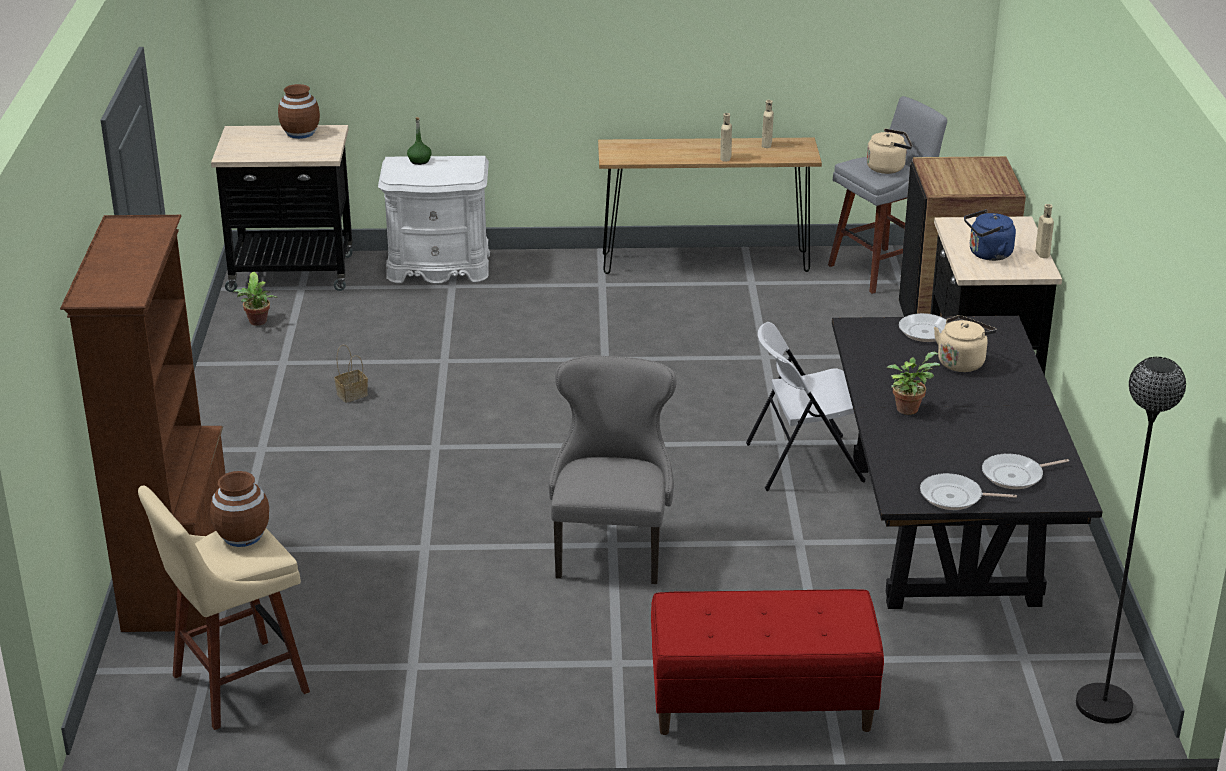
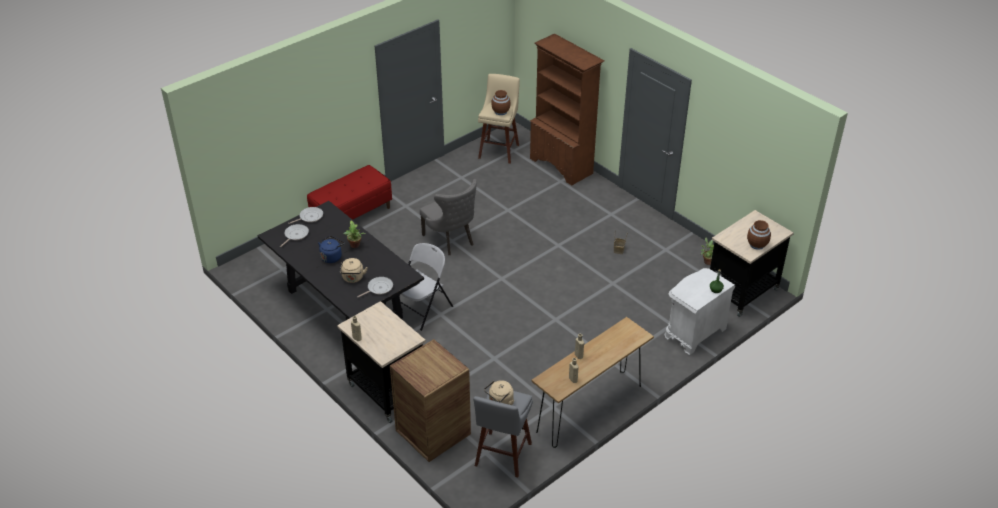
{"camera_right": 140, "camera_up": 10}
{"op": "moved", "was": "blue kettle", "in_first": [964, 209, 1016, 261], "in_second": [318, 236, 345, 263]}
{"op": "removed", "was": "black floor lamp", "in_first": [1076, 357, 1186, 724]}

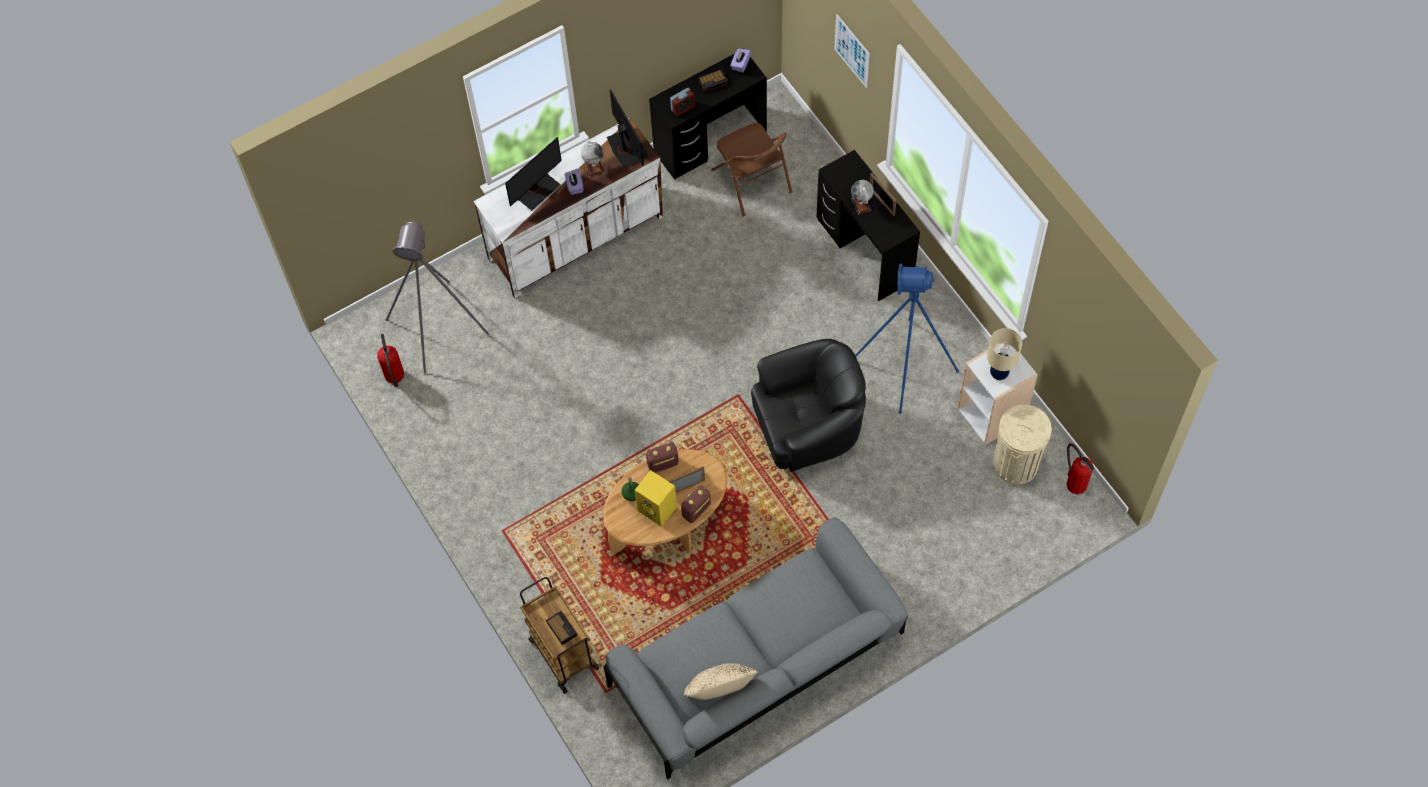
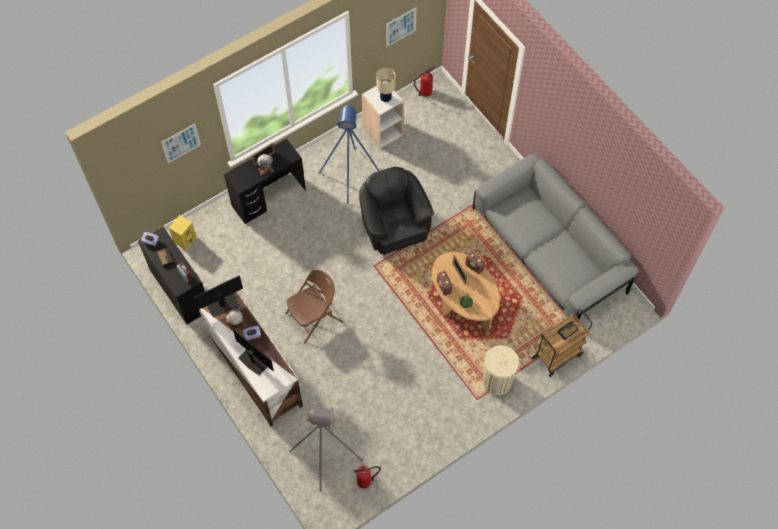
{"camera_right": -95, "camera_up": 0}
{"op": "moved", "was": "yellow speaker", "in_first": [635, 470, 677, 527], "in_second": [169, 215, 197, 250]}
{"op": "removed", "was": "beige pillow", "in_first": [684, 663, 758, 700]}
{"op": "moved", "was": "brown chair", "in_first": [711, 123, 793, 217], "in_second": [285, 269, 343, 344]}
{"op": "moved", "was": "beige trash can", "in_first": [994, 404, 1052, 485], "in_second": [482, 345, 519, 395]}
{"op": "added", "now": "picture", "in_second": [386, 8, 417, 47]}

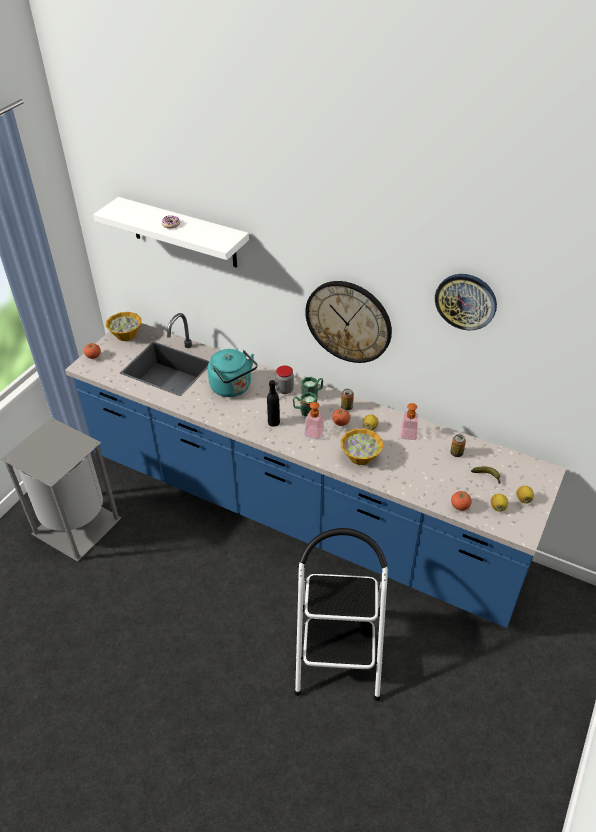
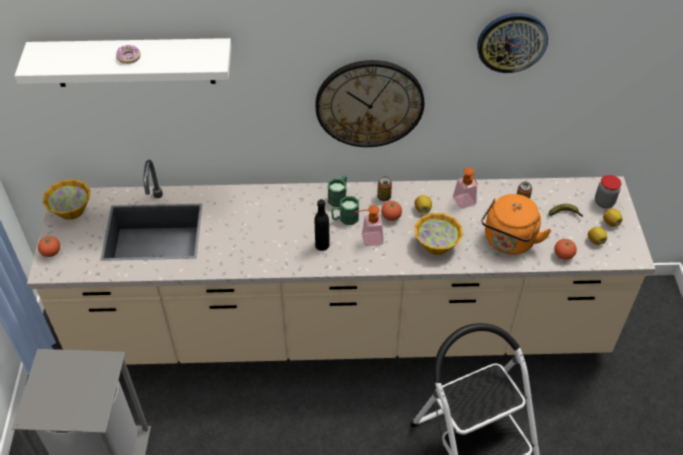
{"camera_right": -30, "camera_up": 5}
{"op": "recoloured", "was": "blue counter", "now": "beige counter", "in_first": [65, 313, 566, 628], "in_second": [27, 160, 655, 365]}
{"op": "removed", "was": "turquoise kettle", "in_first": [208, 349, 258, 397]}
{"op": "moved", "was": "jar", "in_first": [276, 365, 294, 394], "in_second": [595, 175, 621, 208]}
{"op": "added", "now": "orange kettle", "in_second": [481, 194, 552, 254]}

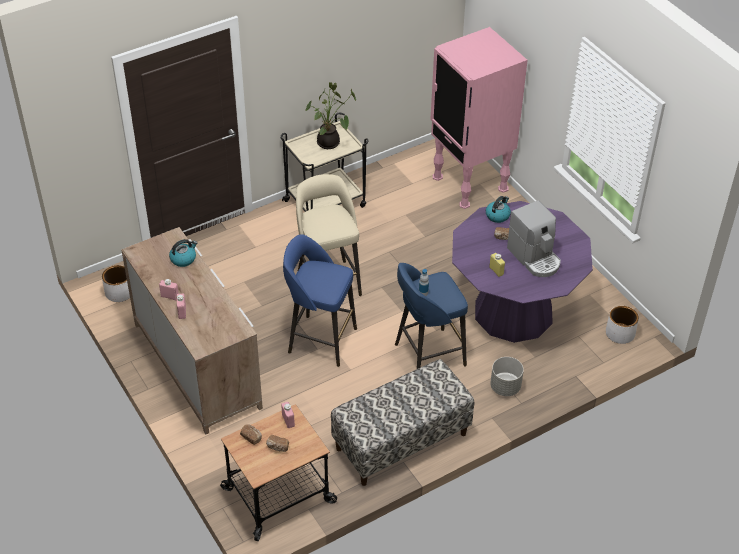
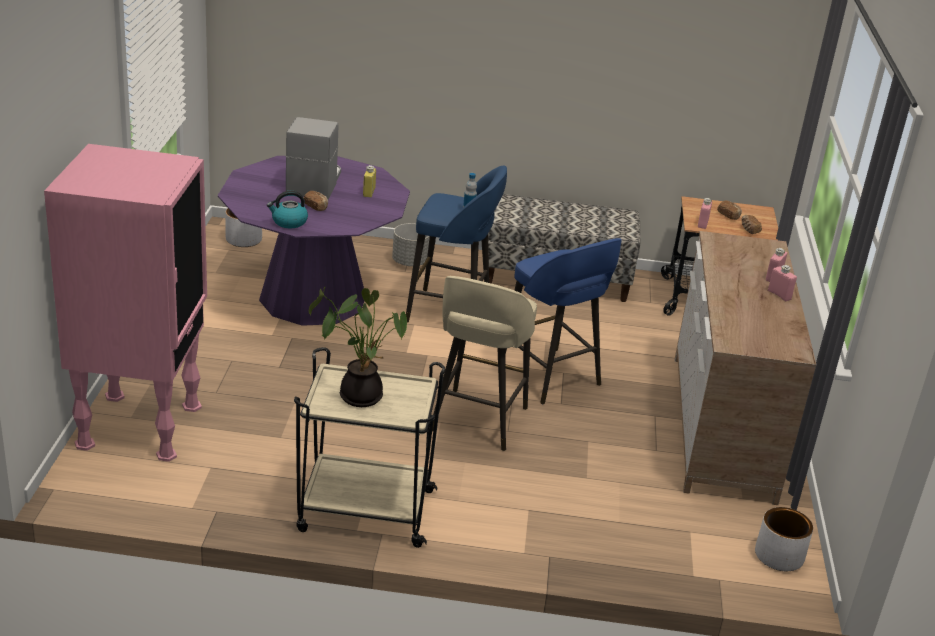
{"camera_right": -145, "camera_up": -15}
{"op": "removed", "was": "kettle", "in_first": [169, 239, 197, 267]}

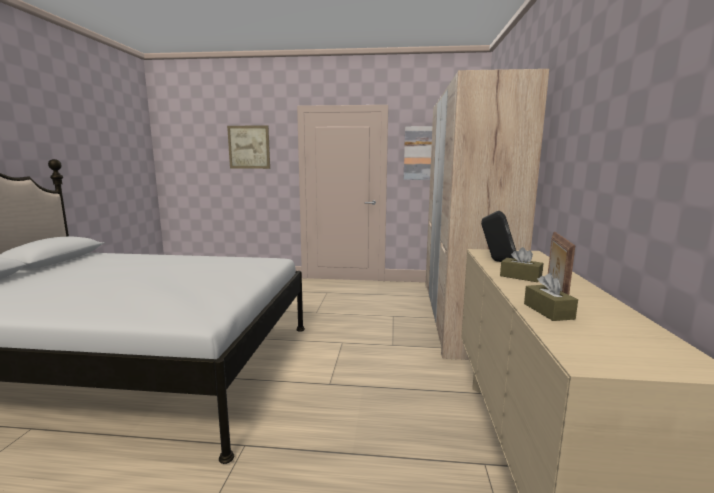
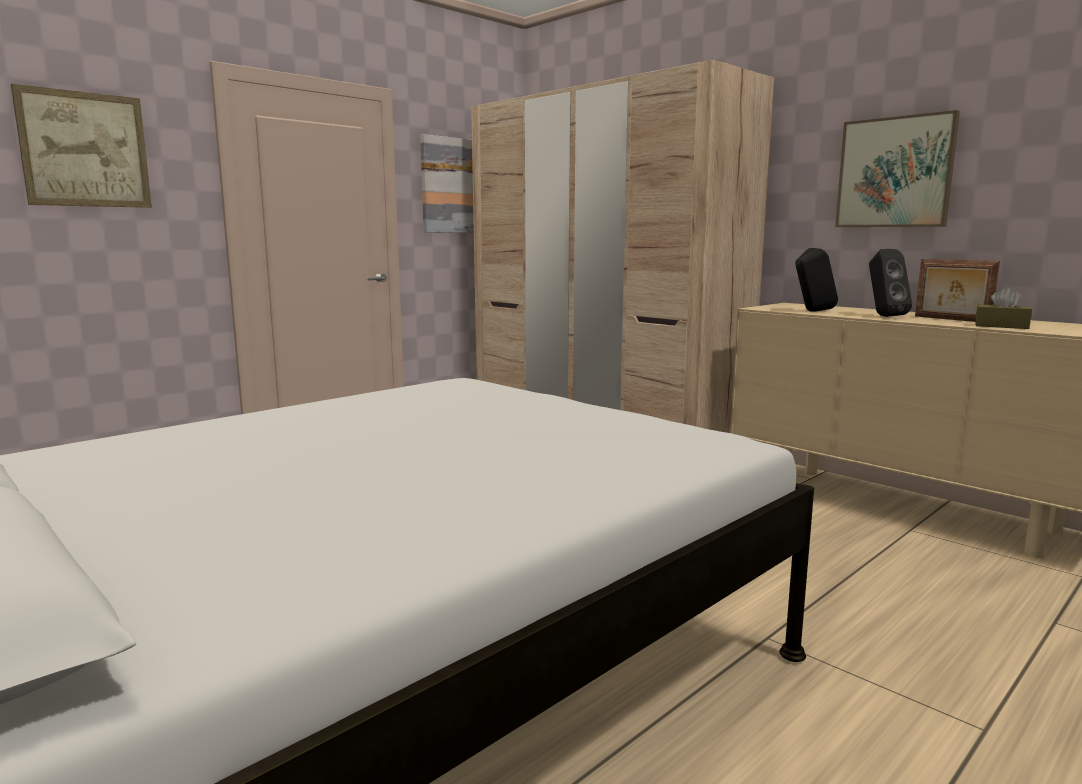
{"camera_right": -50, "camera_up": 0}
{"op": "replaced", "was": "brown tissue box", "now": "black speaker", "in_first": [500, 247, 543, 282], "in_second": [869, 249, 912, 317]}
{"op": "added", "now": "picture", "in_second": [835, 110, 960, 227]}

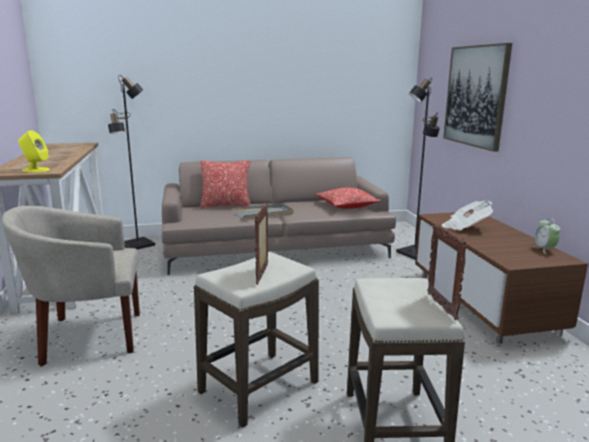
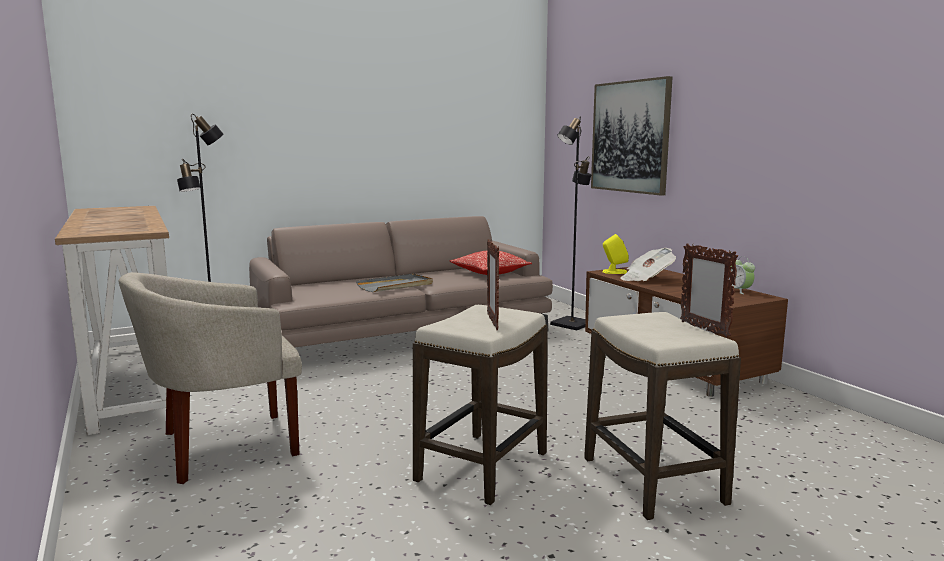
{"camera_right": -15, "camera_up": -5}
{"op": "moved", "was": "yellow speaker", "in_first": [18, 130, 50, 172], "in_second": [602, 234, 629, 274]}
{"op": "removed", "was": "pillow", "in_first": [200, 160, 251, 208]}

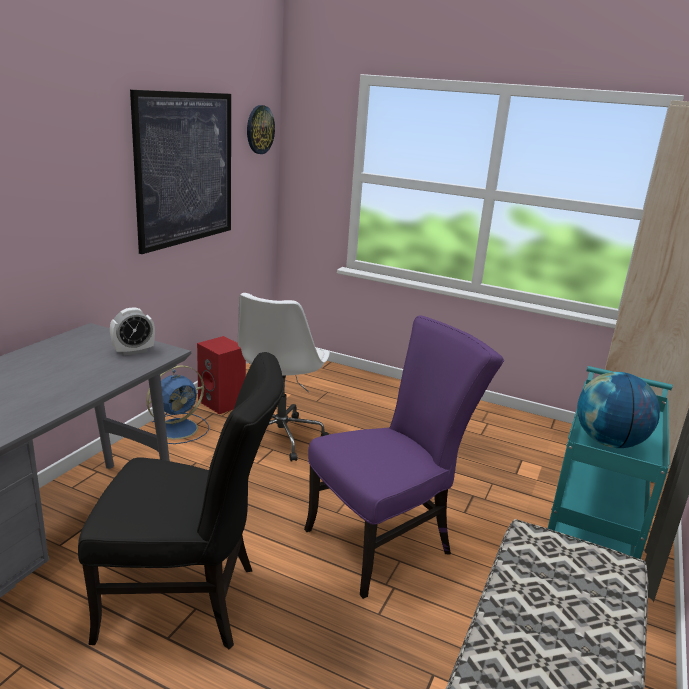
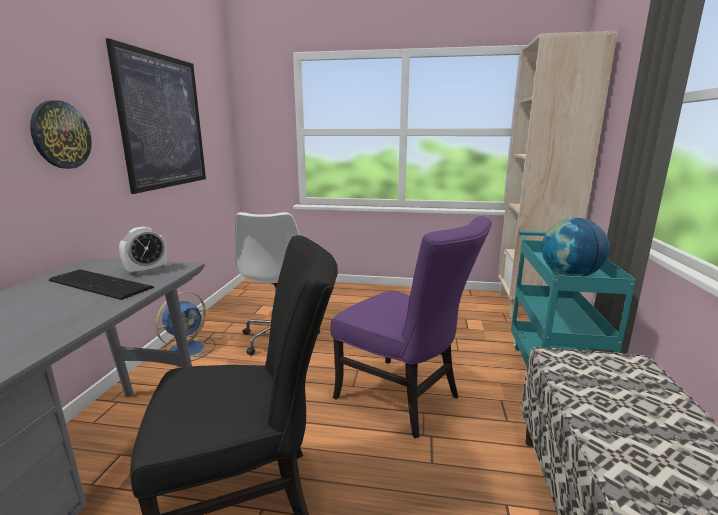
{"camera_right": -15, "camera_up": -5}
{"op": "removed", "was": "red speaker", "in_first": [197, 336, 246, 414]}
{"op": "moved", "was": "wall clock", "in_first": [247, 105, 275, 154], "in_second": [30, 100, 92, 169]}
{"op": "turned", "was": "purple chair", "in_first": [304, 315, 504, 599], "in_second": [330, 216, 492, 439], "clockwise": 90}
{"op": "added", "now": "keyboard", "in_second": [49, 269, 154, 300]}

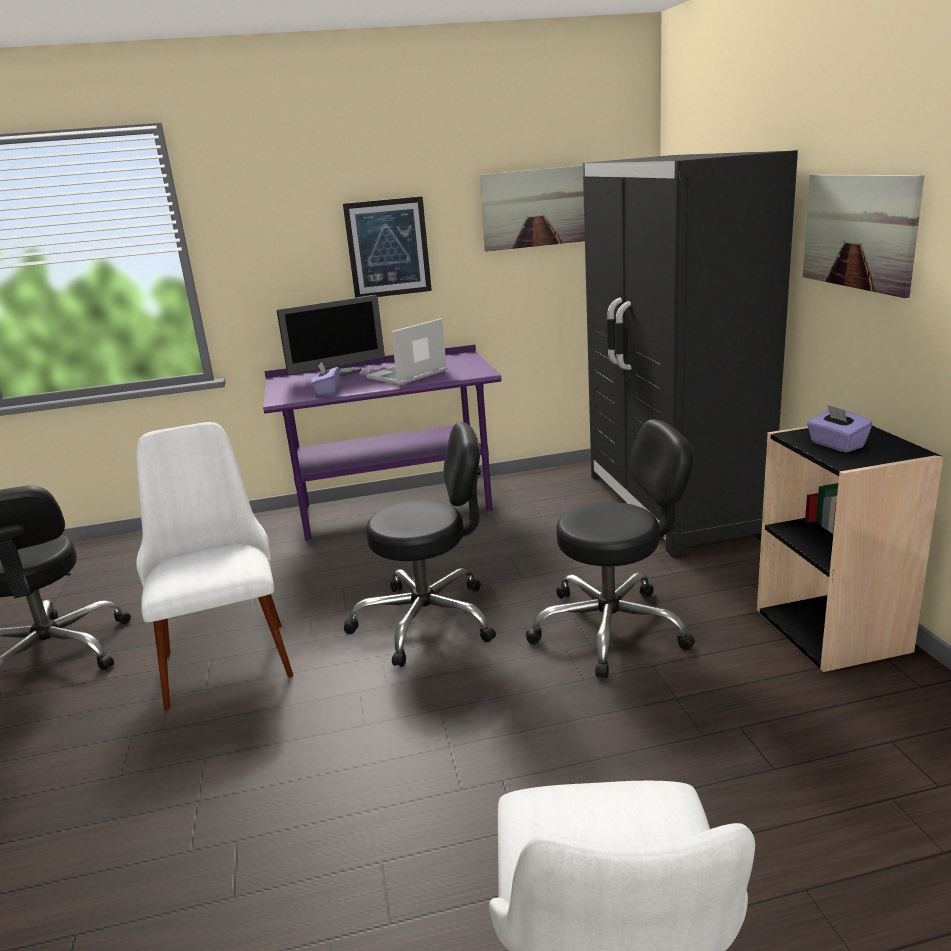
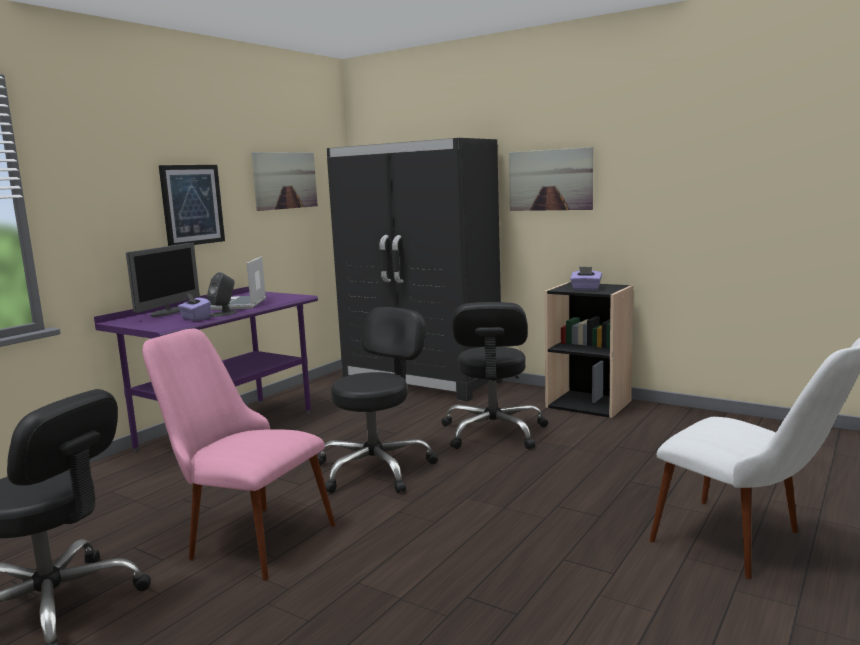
{"camera_right": -45, "camera_up": -10}
{"op": "recoloured", "was": "white chair", "now": "pink chair", "in_first": [136, 422, 294, 710], "in_second": [142, 329, 335, 581]}
{"op": "turned", "was": "black office chair", "in_first": [526, 419, 695, 678], "in_second": [441, 302, 548, 449], "clockwise": 150}
{"op": "added", "now": "grey speaker", "in_second": [207, 272, 238, 317]}

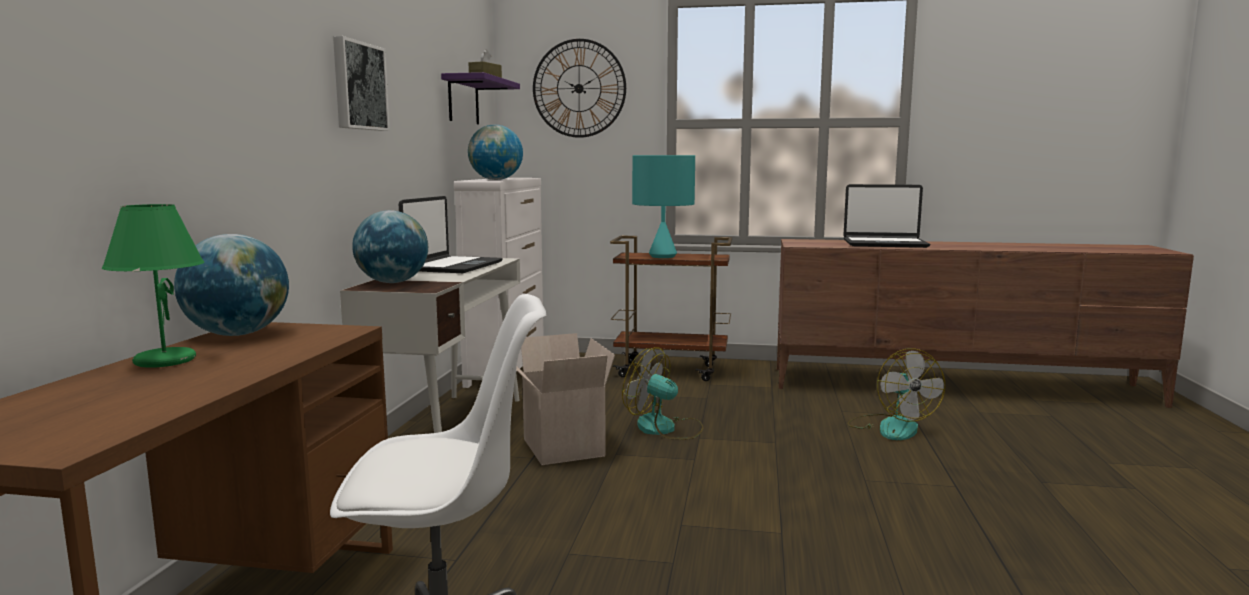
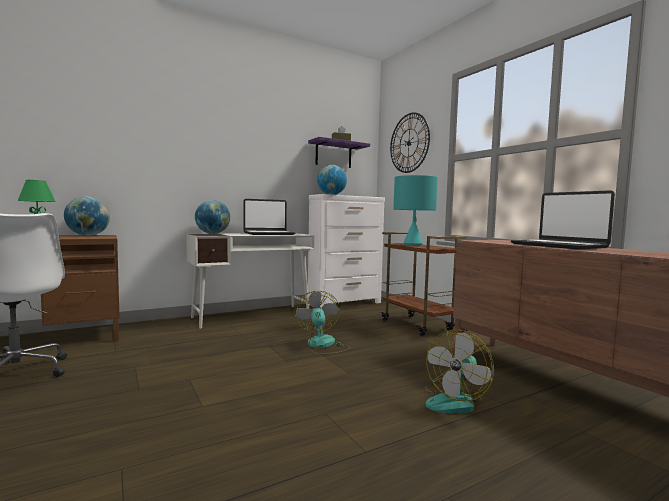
{"camera_right": 50, "camera_up": -5}
{"op": "removed", "was": "picture", "in_first": [333, 36, 390, 131]}
{"op": "removed", "was": "cardboard box", "in_first": [516, 333, 615, 465]}

